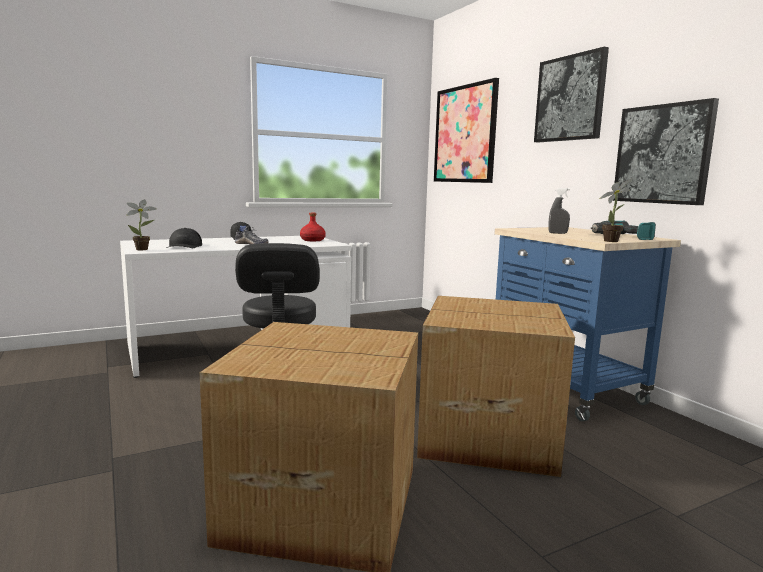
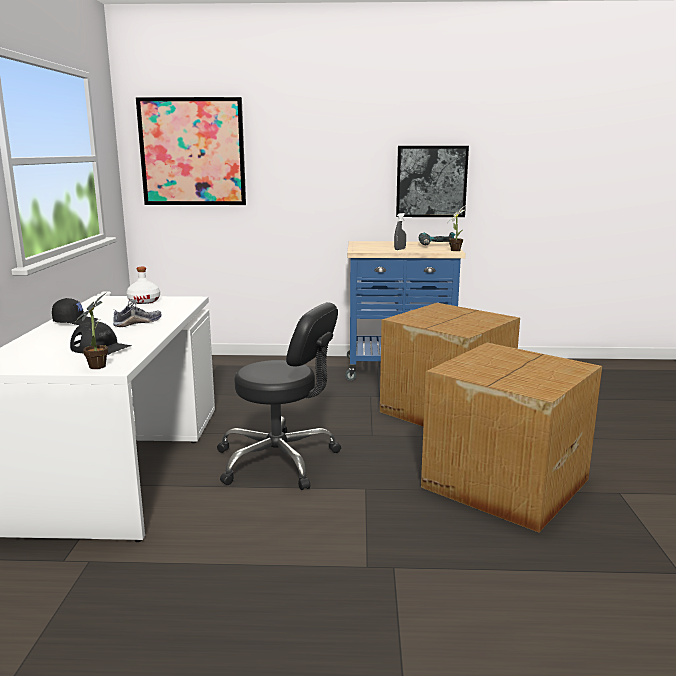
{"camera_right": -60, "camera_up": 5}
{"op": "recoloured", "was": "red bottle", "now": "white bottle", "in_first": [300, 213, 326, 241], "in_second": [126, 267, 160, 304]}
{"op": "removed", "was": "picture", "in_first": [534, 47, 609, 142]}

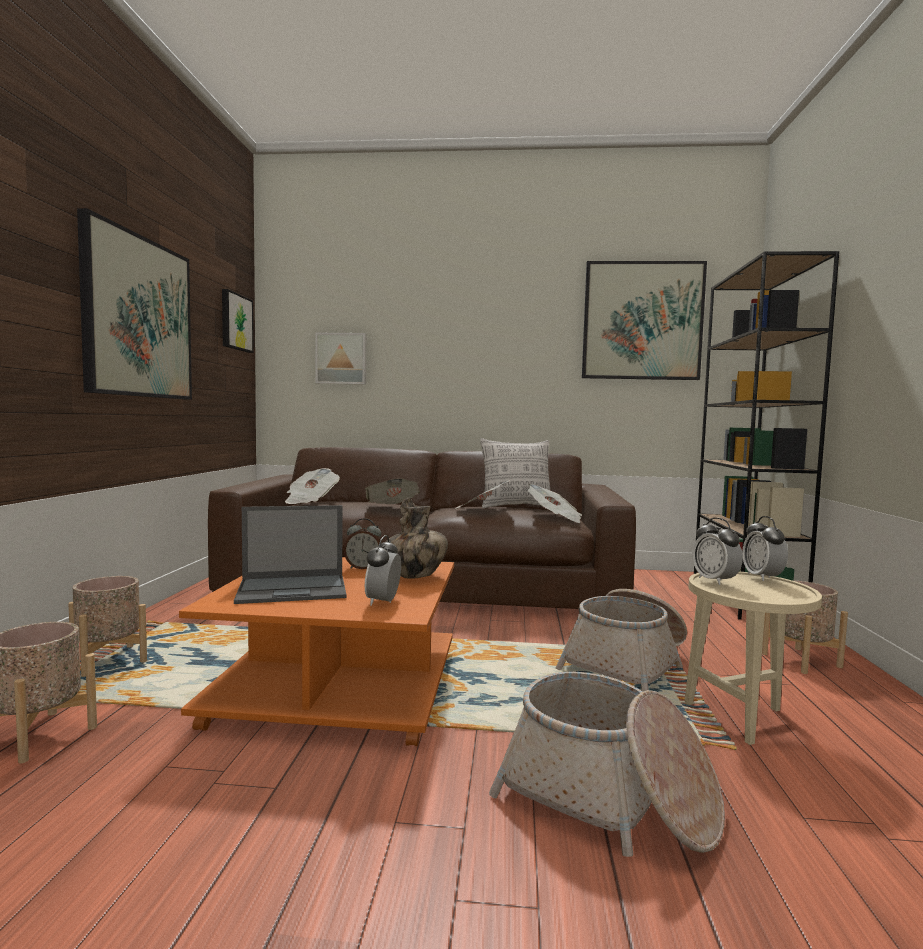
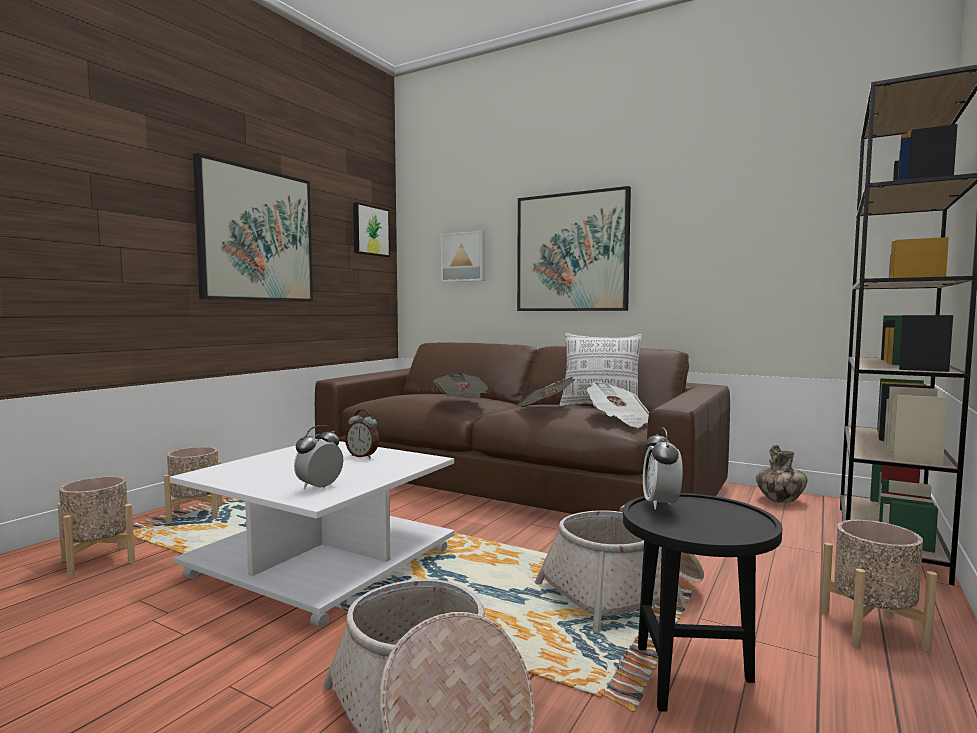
{"camera_right": 25, "camera_up": 0}
{"op": "recoloured", "was": "orange coffee table", "now": "white coffee table", "in_first": [179, 557, 454, 746], "in_second": [170, 439, 455, 628]}
{"op": "removed", "was": "laptop", "in_first": [234, 505, 347, 604]}
{"op": "removed", "was": "newspaper", "in_first": [285, 468, 340, 504]}
{"op": "moved", "was": "vase", "in_first": [385, 498, 448, 579], "in_second": [756, 445, 807, 503]}
{"op": "moved", "was": "picture", "in_first": [582, 261, 707, 380], "in_second": [517, 186, 631, 311]}
{"op": "recoloured", "was": "beige side table", "now": "black side table", "in_first": [685, 572, 822, 745], "in_second": [623, 493, 782, 712]}
{"op": "removed", "was": "alarm clock", "in_first": [742, 516, 788, 581]}

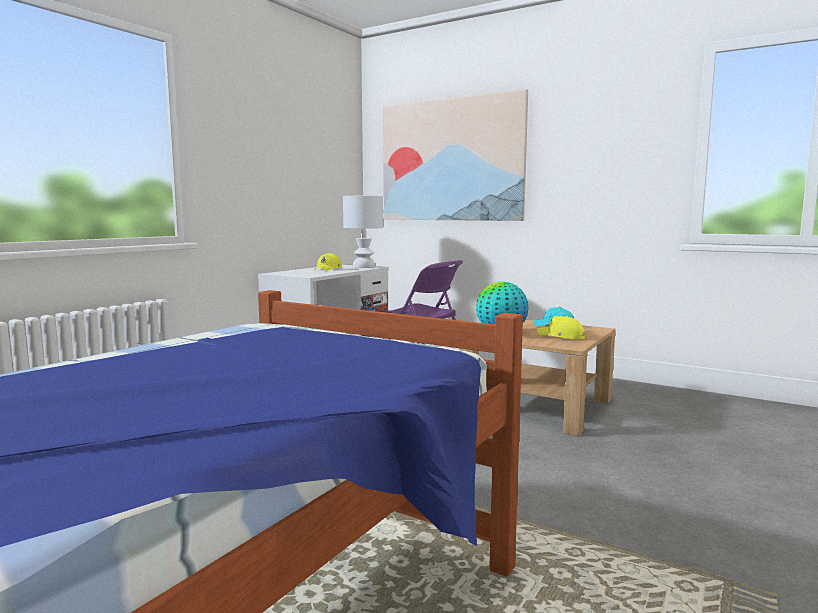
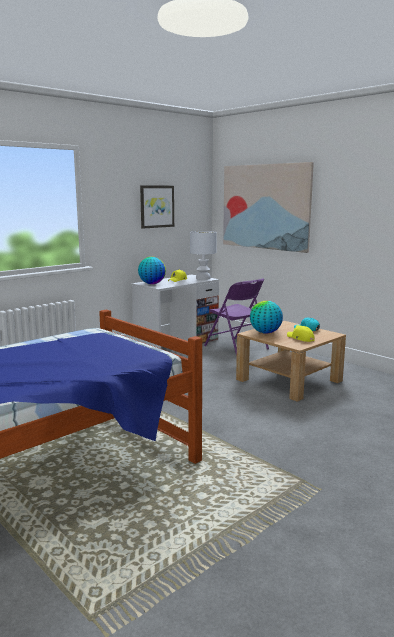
{"camera_right": 15, "camera_up": 5}
{"op": "added", "now": "globe", "in_second": [138, 257, 166, 284]}
{"op": "added", "now": "picture", "in_second": [140, 185, 174, 229]}

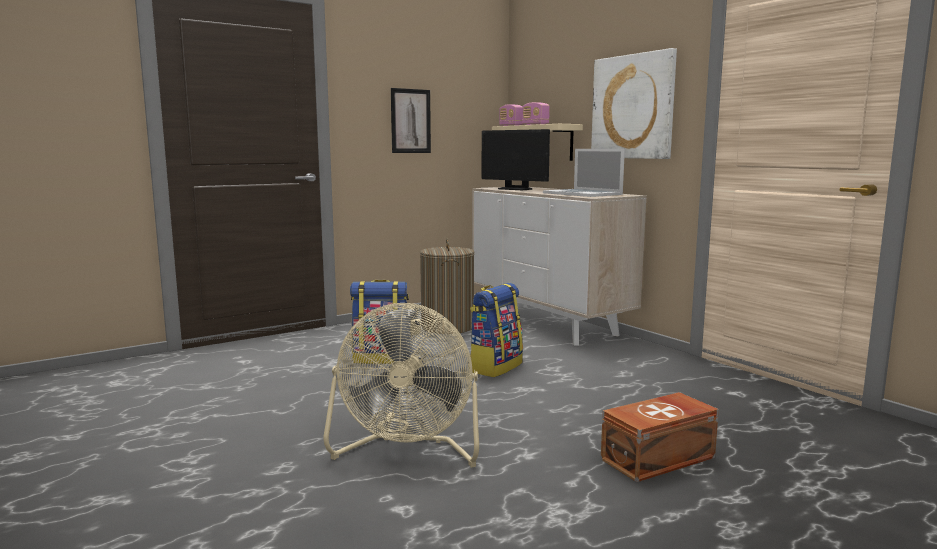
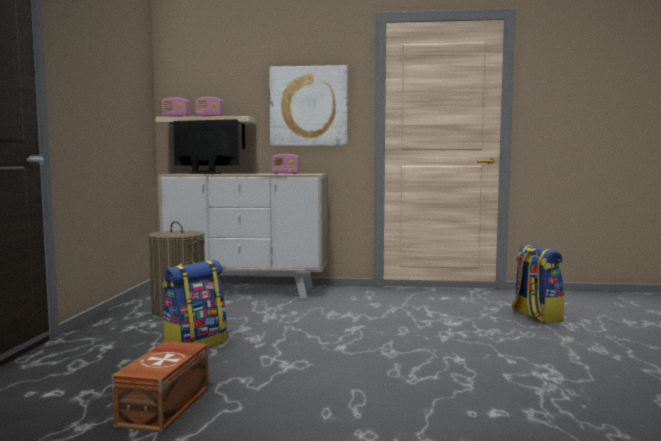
{"camera_right": -50, "camera_up": -5}
{"op": "removed", "was": "beige fan", "in_first": [323, 303, 479, 468]}
{"op": "removed", "was": "picture", "in_first": [391, 88, 431, 153]}
{"op": "moved", "was": "backpack", "in_first": [468, 283, 523, 377], "in_second": [512, 244, 564, 323]}
{"op": "turned", "was": "monitor", "in_first": [482, 129, 550, 190], "in_second": [173, 119, 239, 174], "clockwise": -150}
{"op": "replaced", "was": "laptop", "now": "radio", "in_first": [543, 149, 625, 197], "in_second": [271, 154, 299, 174]}
{"op": "moved", "was": "brown storage box", "in_first": [601, 392, 719, 482], "in_second": [111, 341, 209, 432]}

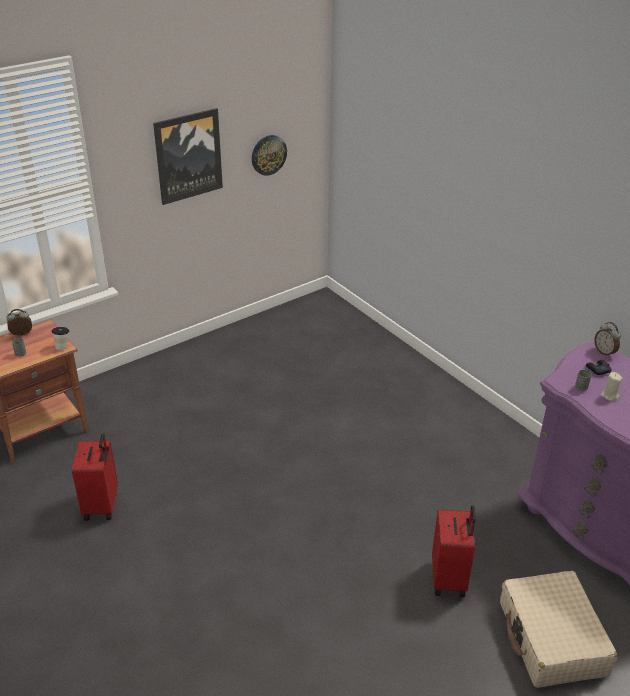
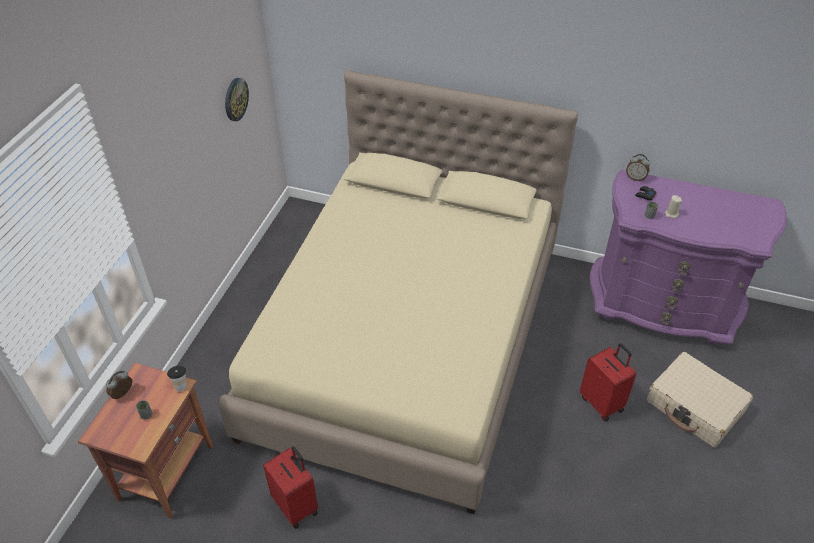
{"camera_right": -35, "camera_up": 10}
{"op": "removed", "was": "picture", "in_first": [153, 108, 223, 205]}
{"op": "added", "now": "beige bed", "in_second": [218, 70, 578, 514]}

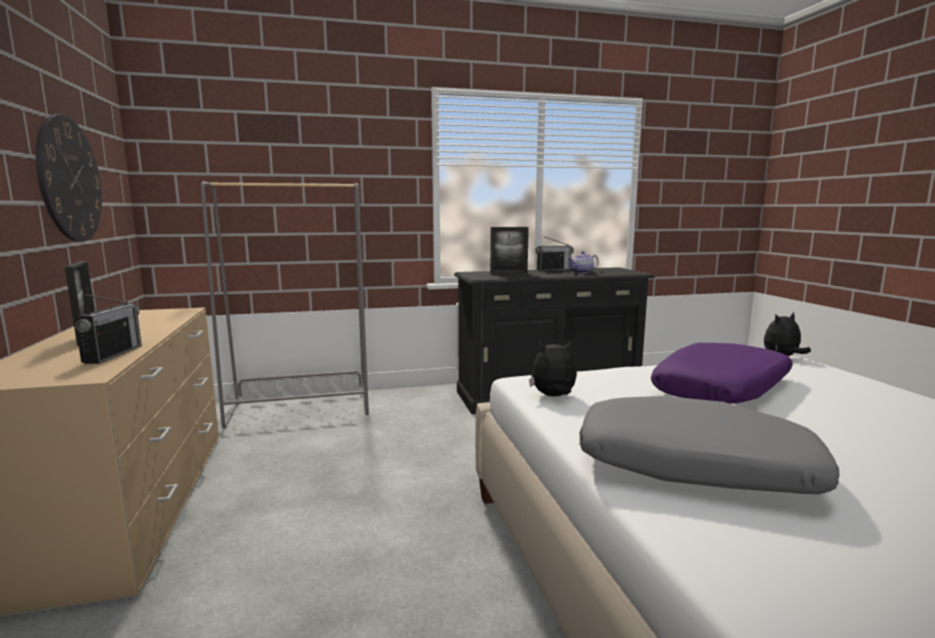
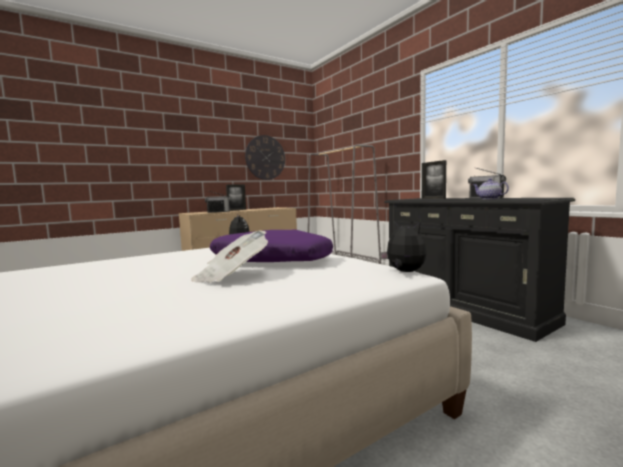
{"camera_right": 70, "camera_up": -5}
{"op": "removed", "was": "grey pillow", "in_first": [579, 396, 839, 494]}
{"op": "added", "now": "newspaper", "in_second": [191, 230, 268, 283]}

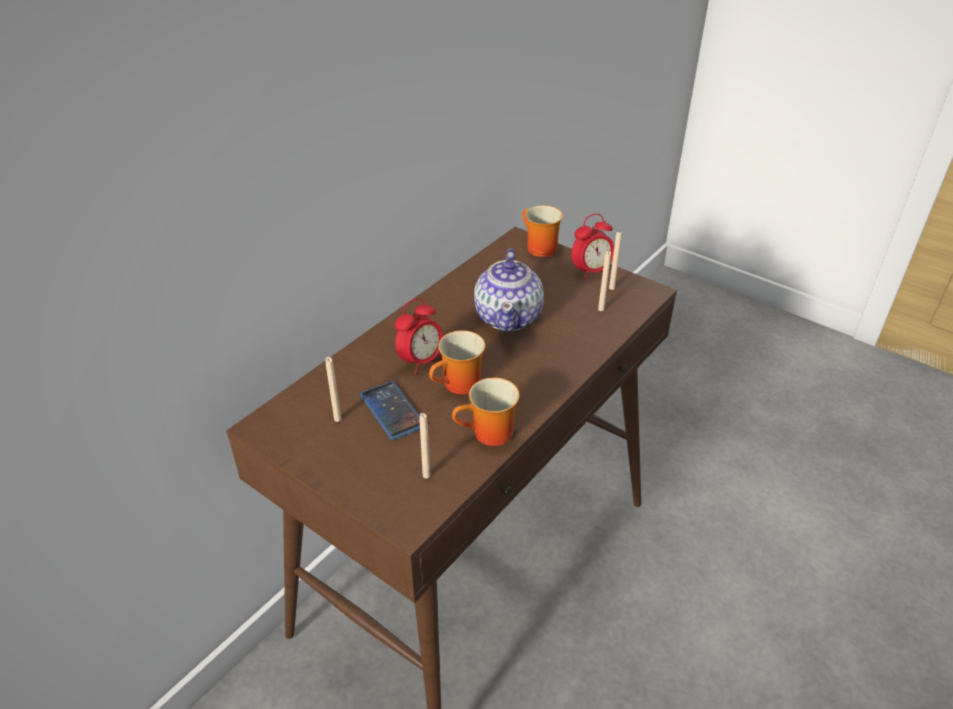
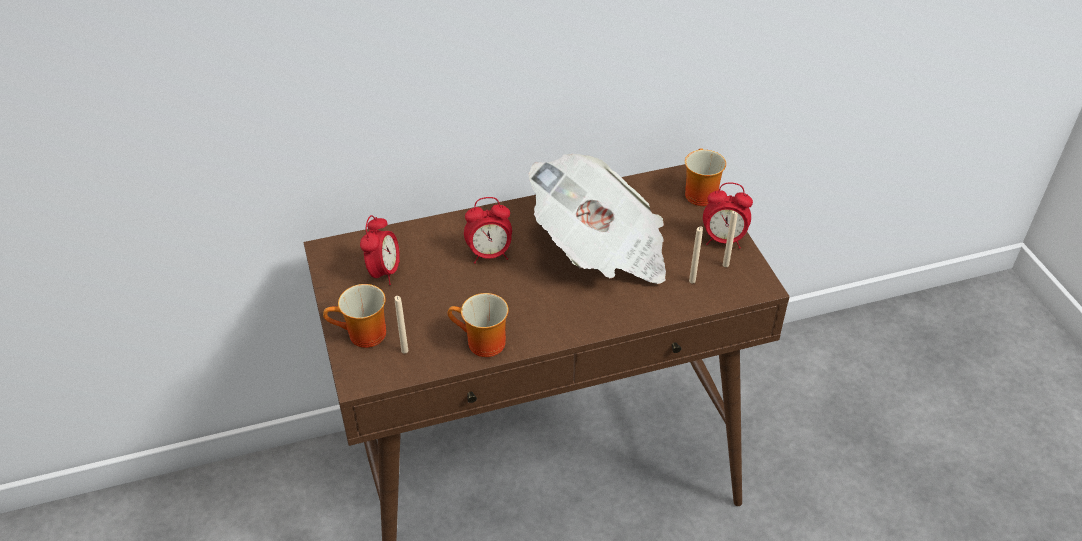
{"camera_right": 35, "camera_up": 5}
{"op": "replaced", "was": "beige candle", "now": "alarm clock", "in_first": [325, 357, 342, 422], "in_second": [360, 215, 400, 285]}
{"op": "removed", "was": "phone", "in_first": [360, 381, 420, 440]}
{"op": "moved", "was": "mug", "in_first": [429, 330, 485, 394], "in_second": [323, 284, 386, 348]}
{"op": "replaced", "was": "teapot", "now": "newspaper", "in_first": [474, 249, 544, 333], "in_second": [528, 154, 666, 284]}

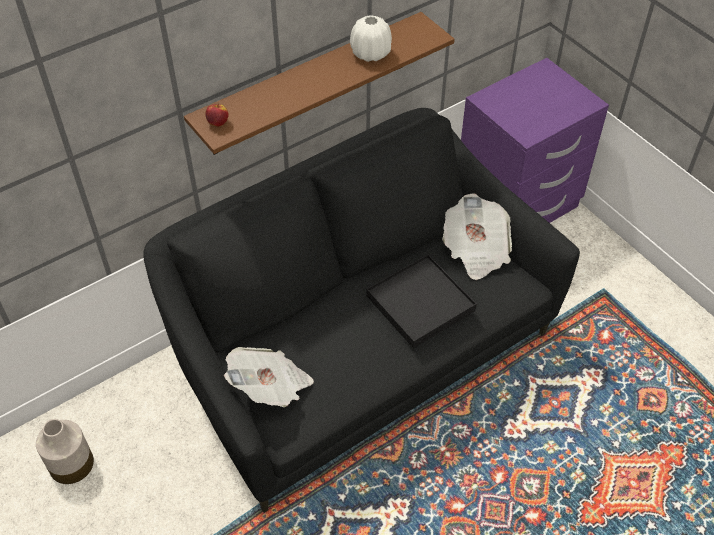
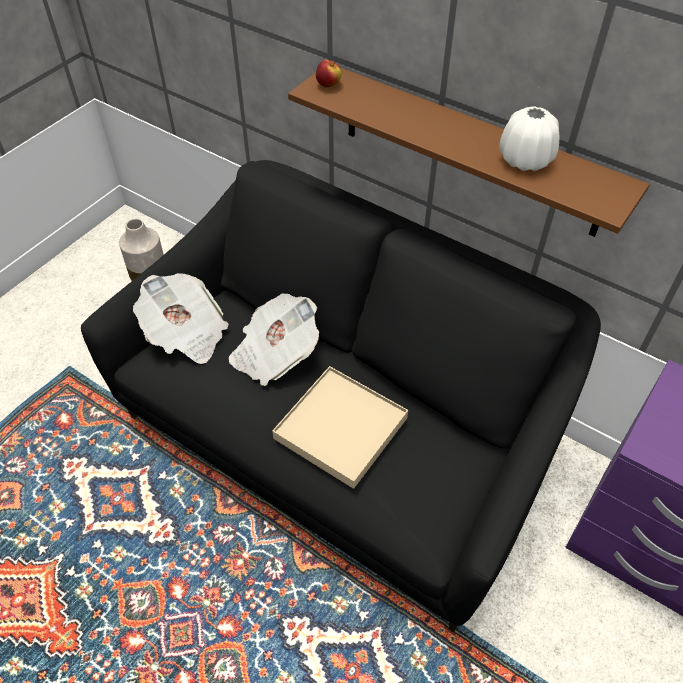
{"camera_right": 70, "camera_up": 0}
{"op": "recoloured", "was": "black tray", "now": "beige tray", "in_first": [366, 254, 477, 348], "in_second": [272, 366, 408, 489]}
{"op": "moved", "was": "newspaper", "in_first": [442, 194, 512, 280], "in_second": [229, 294, 319, 386]}

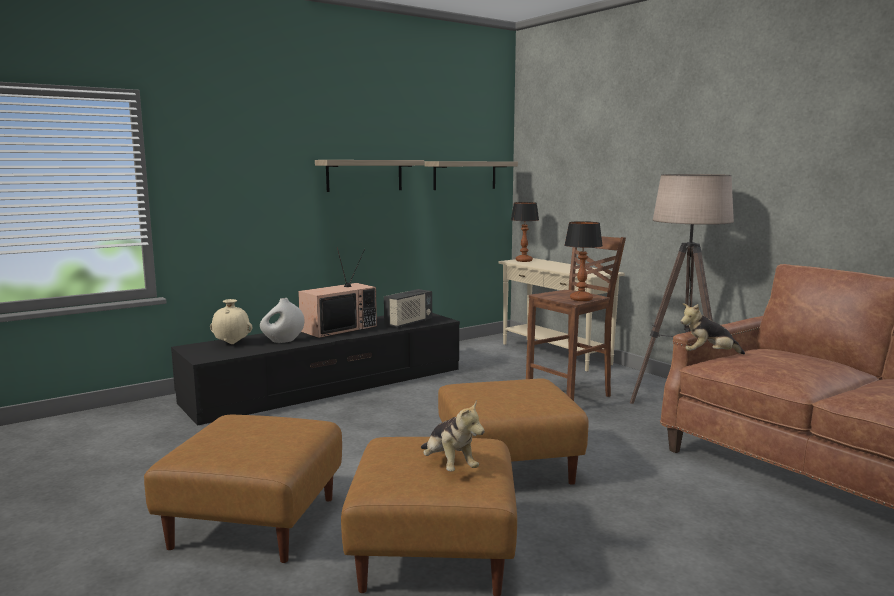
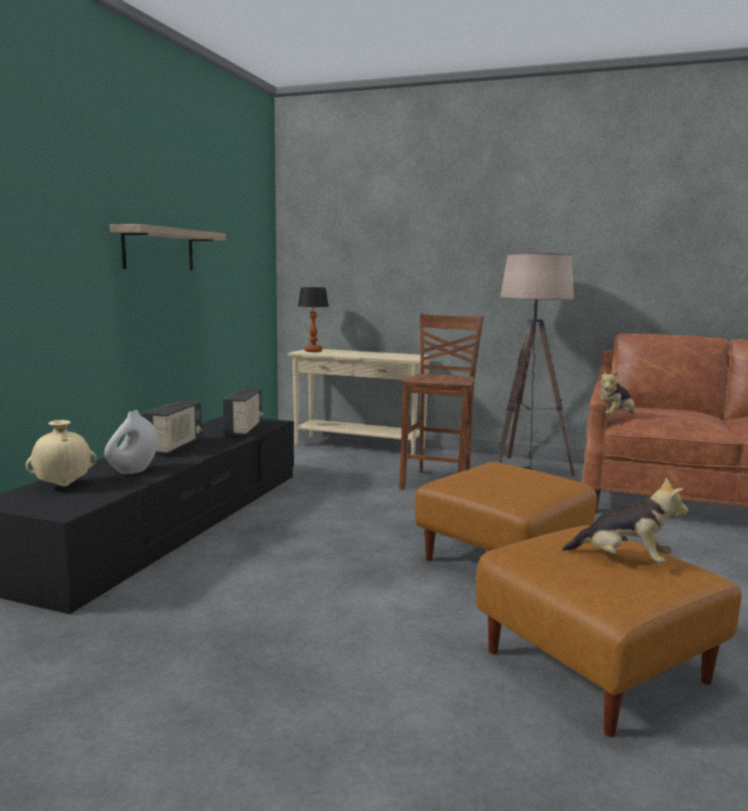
{"camera_right": -35, "camera_up": 0}
{"op": "removed", "was": "brown ottoman", "in_first": [144, 415, 342, 563]}
{"op": "replaced", "was": "television", "now": "radio", "in_first": [298, 247, 377, 338], "in_second": [143, 400, 202, 454]}
{"op": "removed", "was": "shelf", "in_first": [425, 161, 518, 190]}
{"op": "removed", "was": "table lamp", "in_first": [565, 221, 603, 301]}

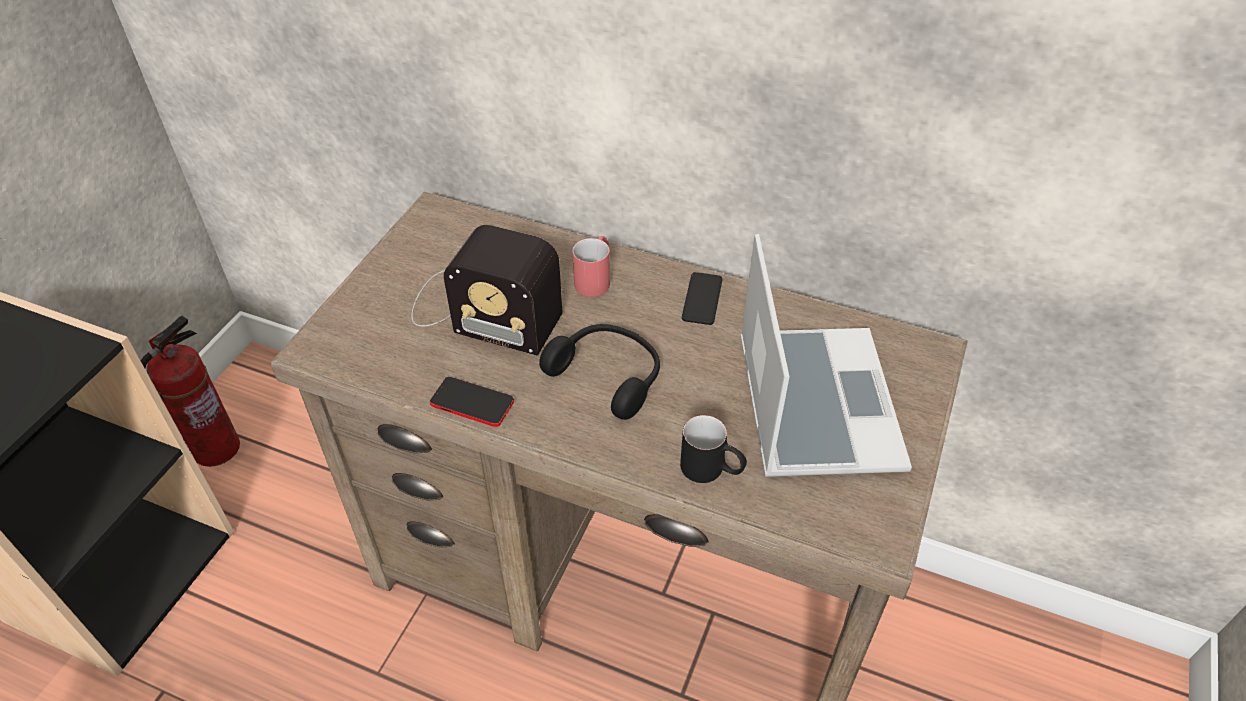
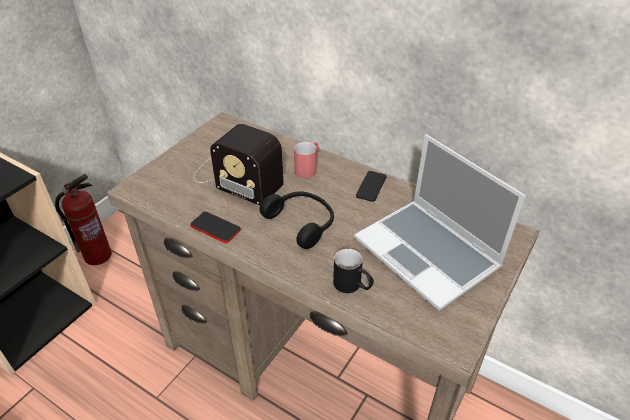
{"camera_right": 10, "camera_up": -5}
{"op": "turned", "was": "laptop", "in_first": [741, 234, 912, 477], "in_second": [354, 134, 526, 311], "clockwise": 135}

